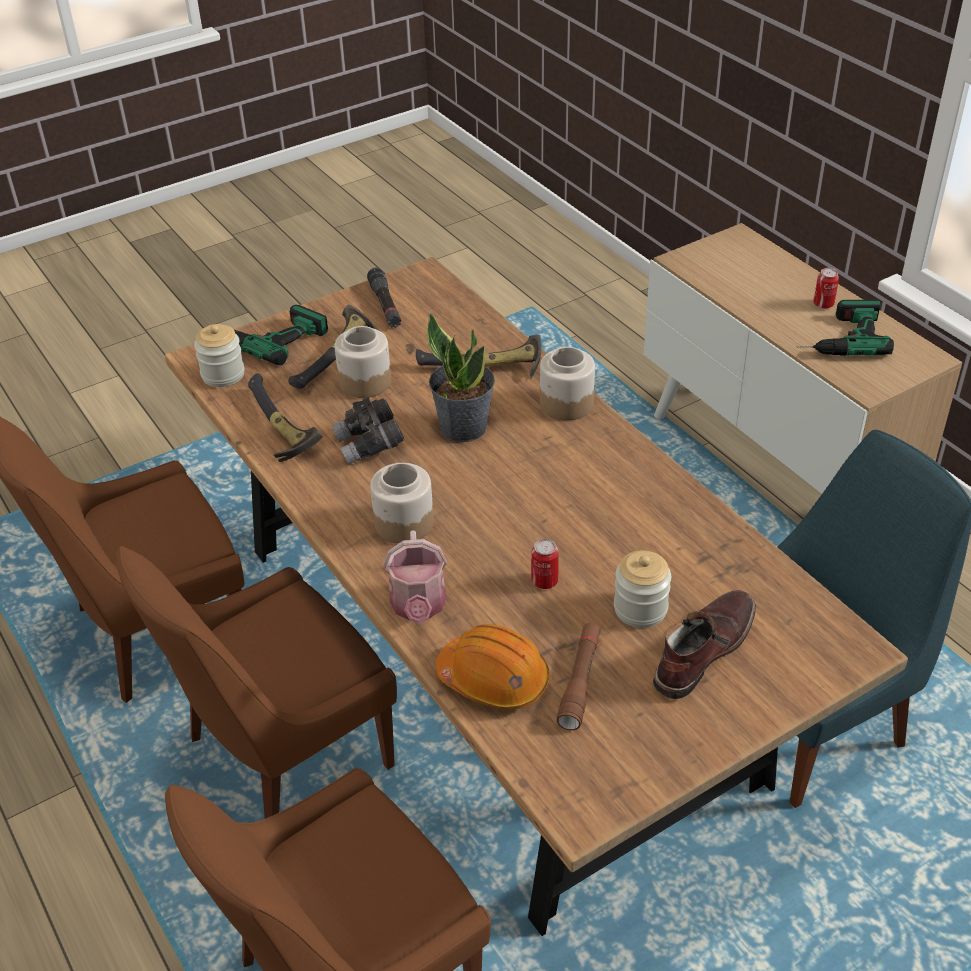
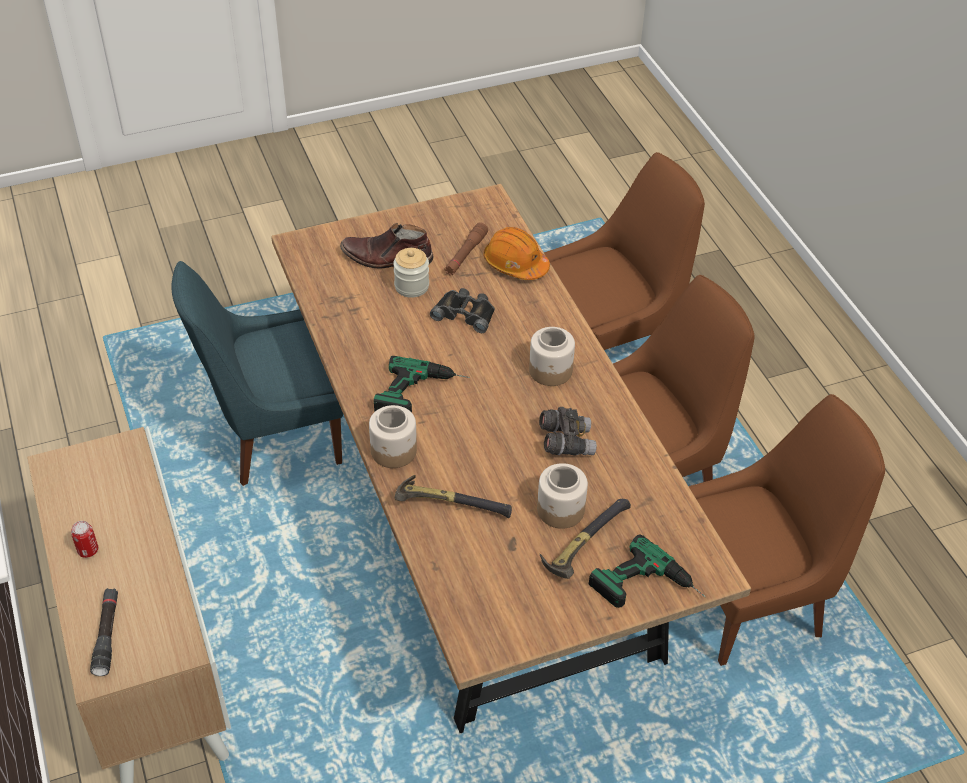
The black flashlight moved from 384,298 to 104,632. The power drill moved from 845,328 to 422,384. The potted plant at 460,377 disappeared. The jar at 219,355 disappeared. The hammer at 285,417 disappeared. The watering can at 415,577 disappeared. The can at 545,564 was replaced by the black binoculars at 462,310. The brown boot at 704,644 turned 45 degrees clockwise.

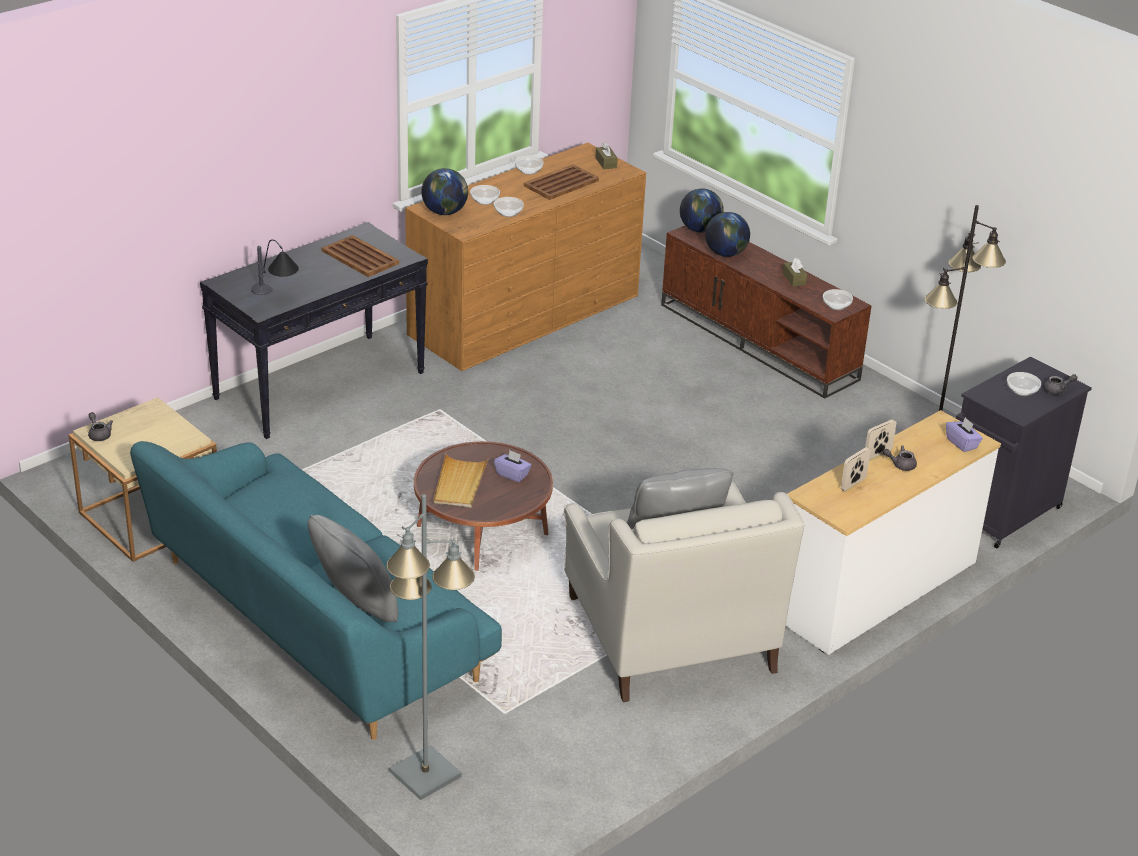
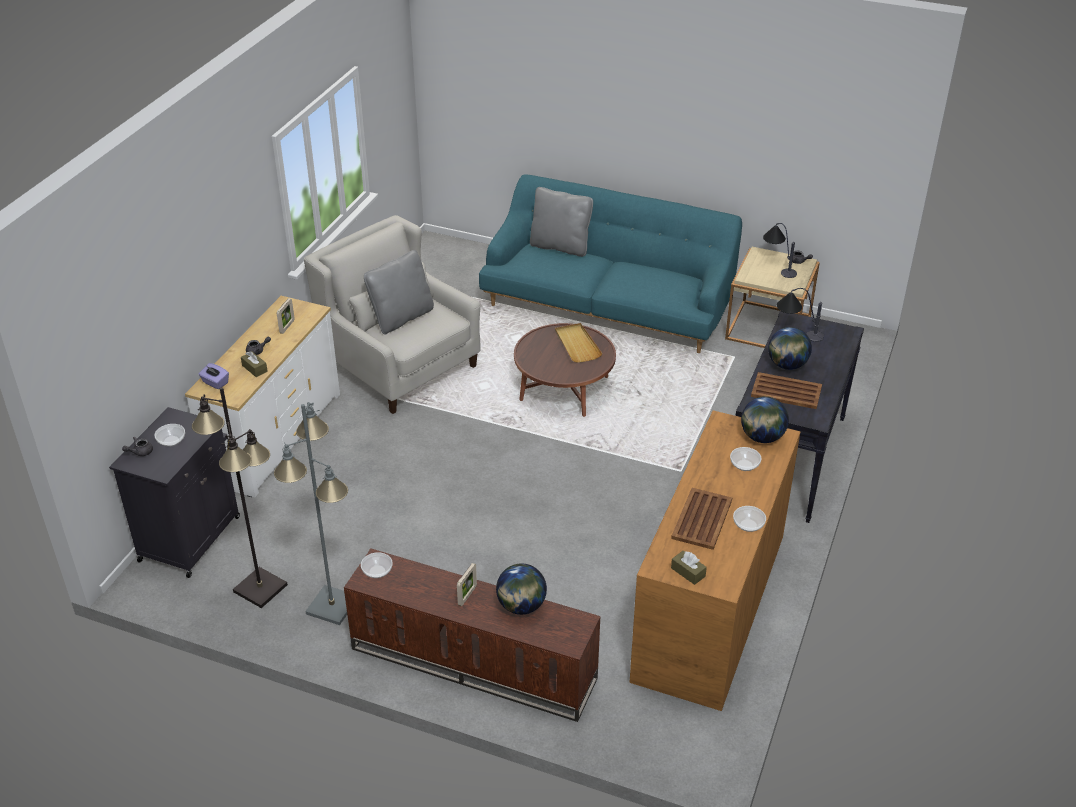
The globe moved from 702,210 to 790,348. The bowl at 509,207 disappeared. The brown tissue box moved from 795,272 to 254,364. The picture frame moved from 881,439 to 467,584. The purple tissue box at 513,466 disappeared. The grey floor lamp moved from 430,647 to 311,513. The table lamp at 780,250 appeared.

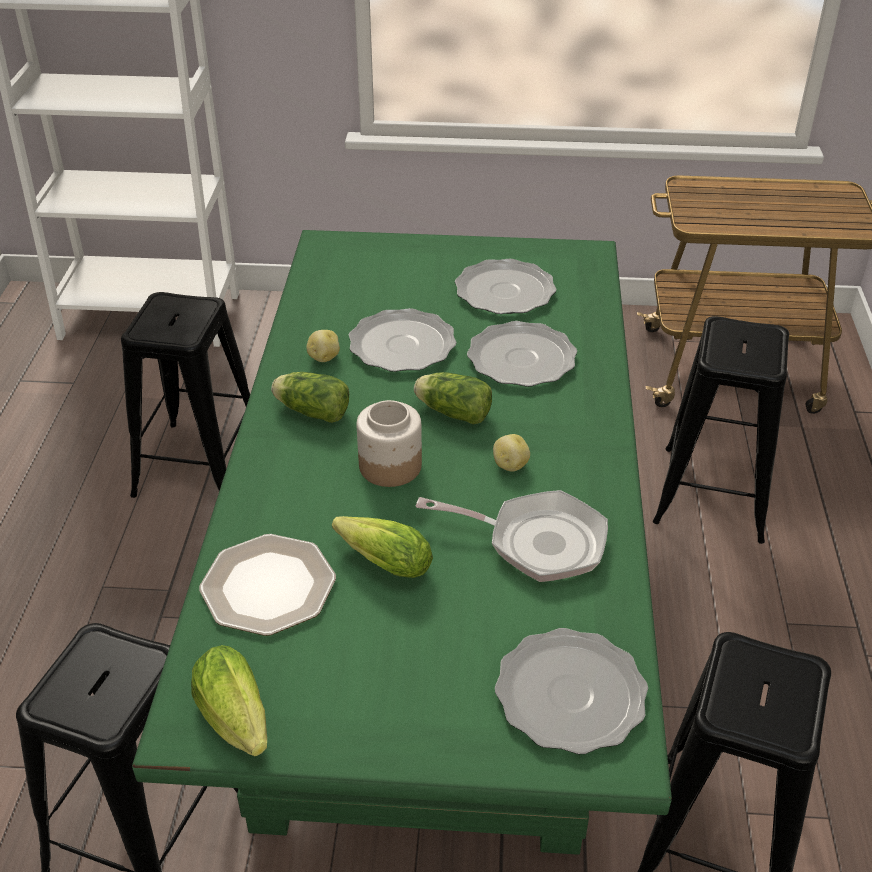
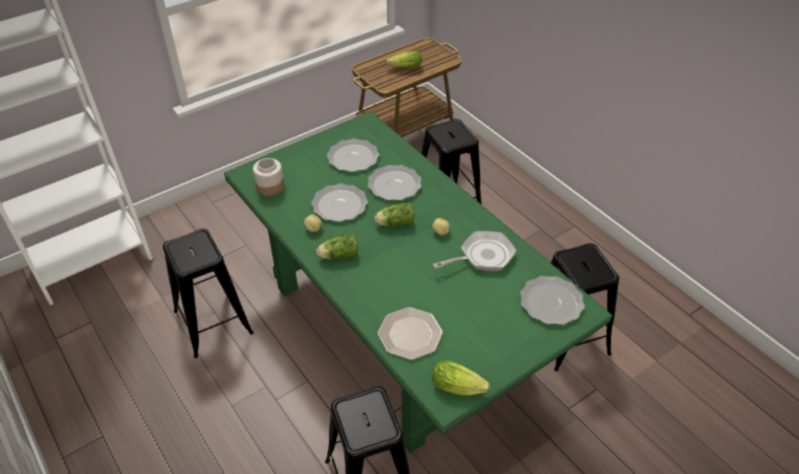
The jar moved from 389,443 to 268,177. The lettuce moved from 382,547 to 404,59.

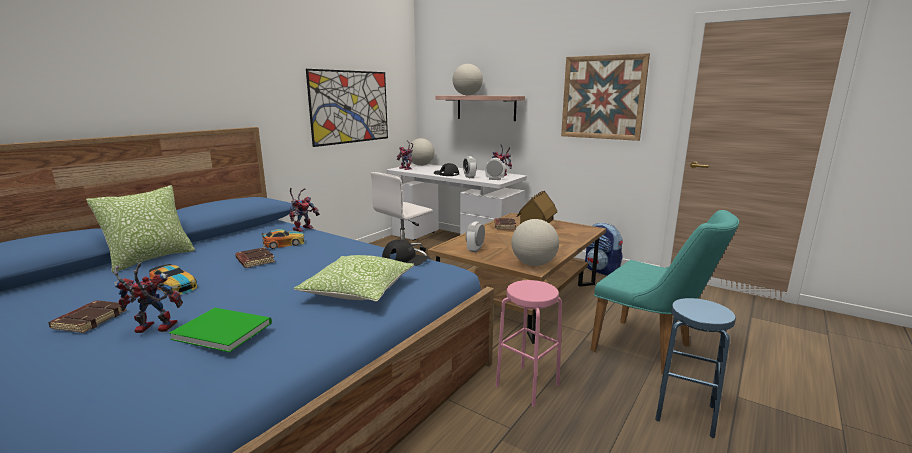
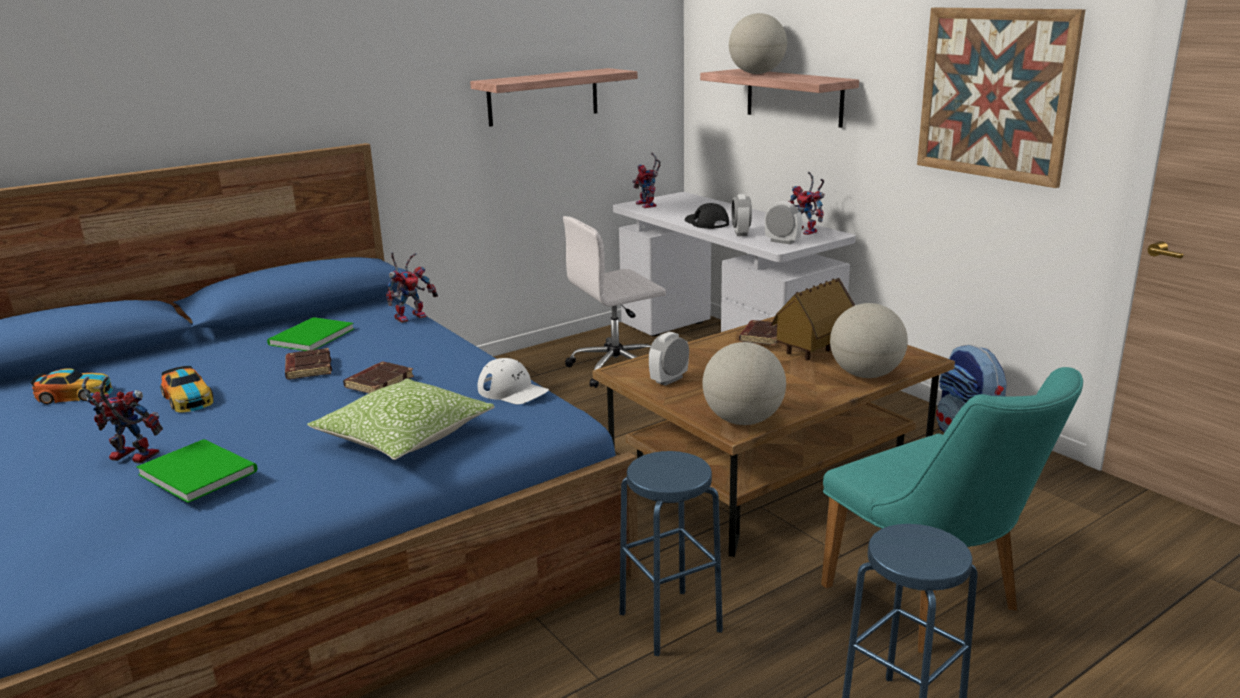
The picture at 347,108 was replaced by the shelf at 554,97. The globe moved from 421,152 to 869,340. The pillow at 140,229 disappeared. The toy car moved from 283,239 to 72,386. The black cap at 405,252 became the white cap at 513,381. The pink stool at 529,343 became the blue stool at 671,553. The brown book moved from 88,317 to 378,378. The green book at 310,334 appeared.

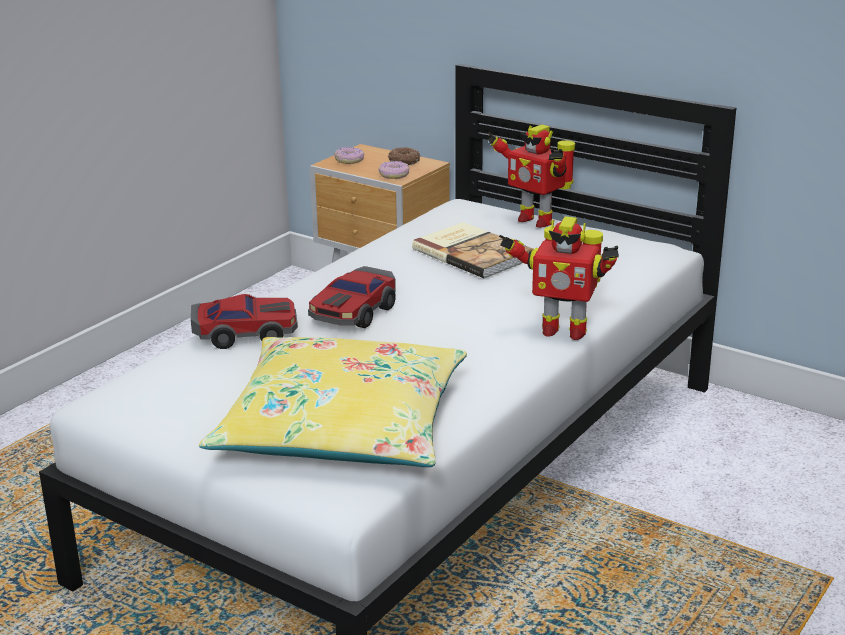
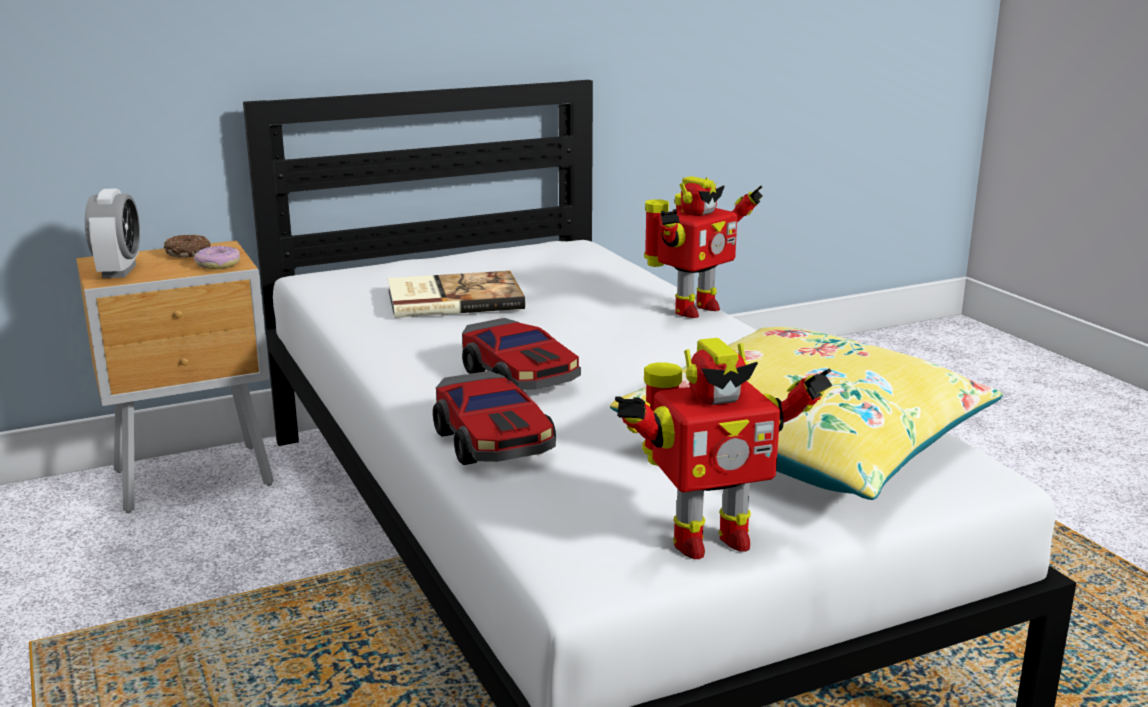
The toy robot moved from 531,176 to 724,448. The donut at 349,155 was replaced by the alarm clock at 112,233. The toy car at 244,321 turned 135 degrees clockwise.

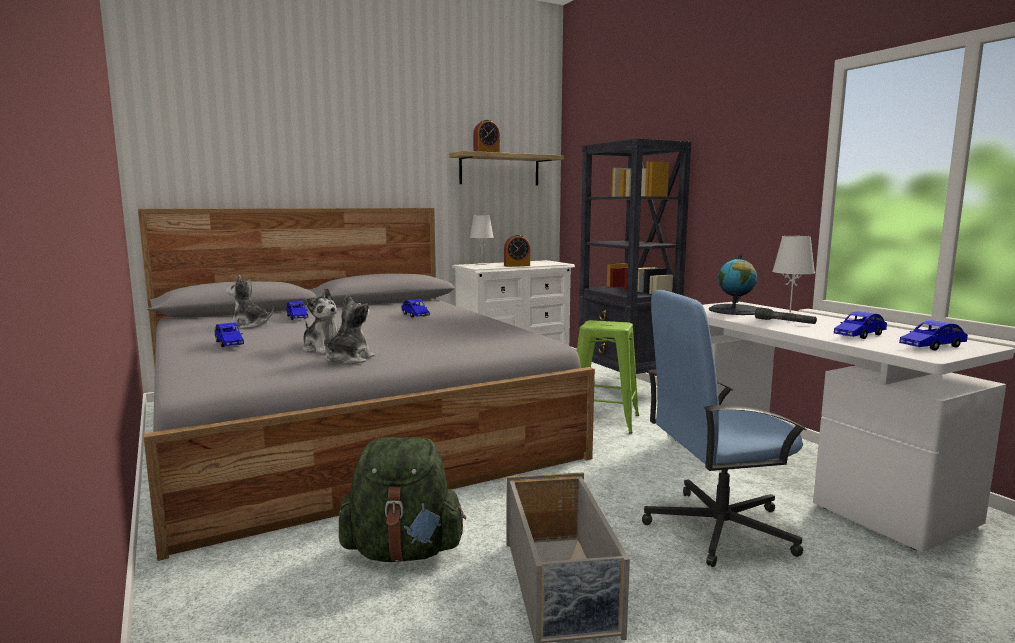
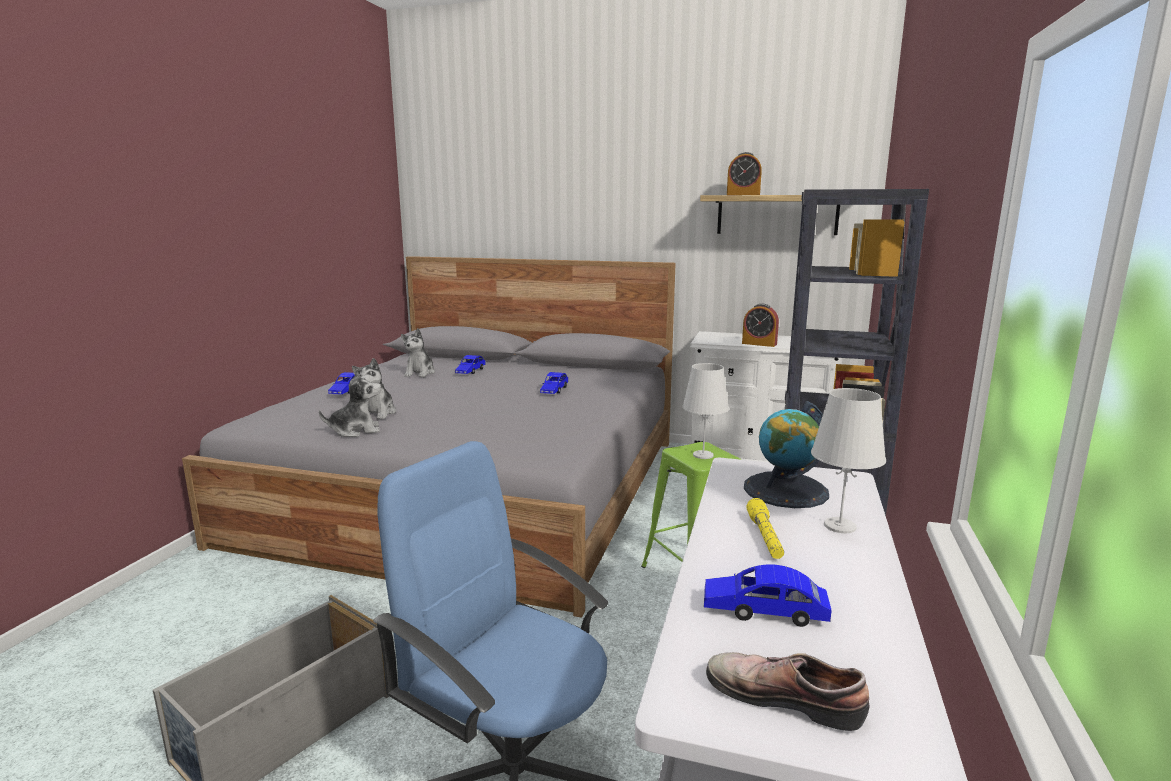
The white table lamp moved from 482,240 to 705,411. The plush toy at 250,302 turned 135 degrees counterclockwise. The grey flashlight at 786,315 became the yellow flashlight at 765,528. The blue toy car at 933,335 was replaced by the shoe at 788,691. The green backpack at 402,499 disappeared.

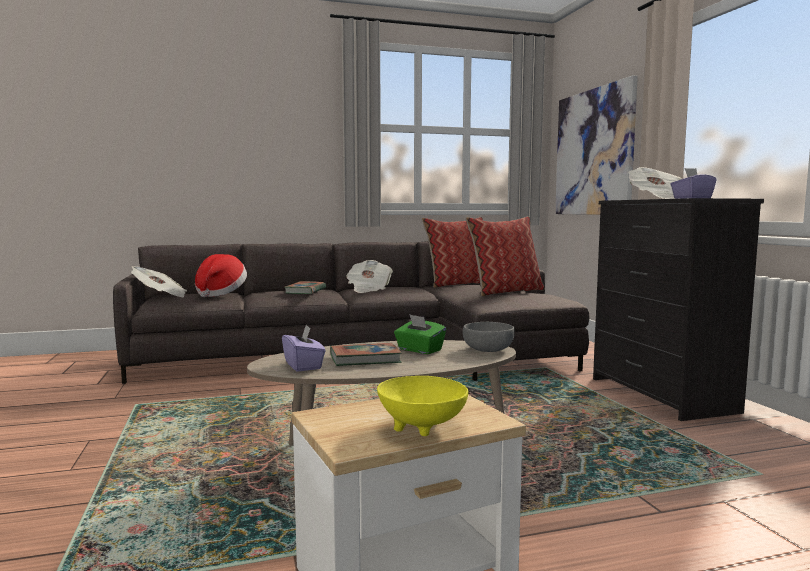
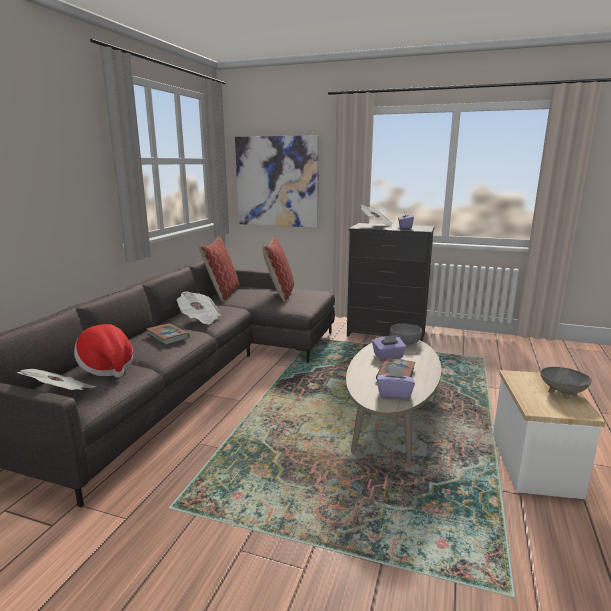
The green tissue box at 420,334 became the purple tissue box at 389,347. The yellow bowl at 423,406 became the grey bowl at 566,383.

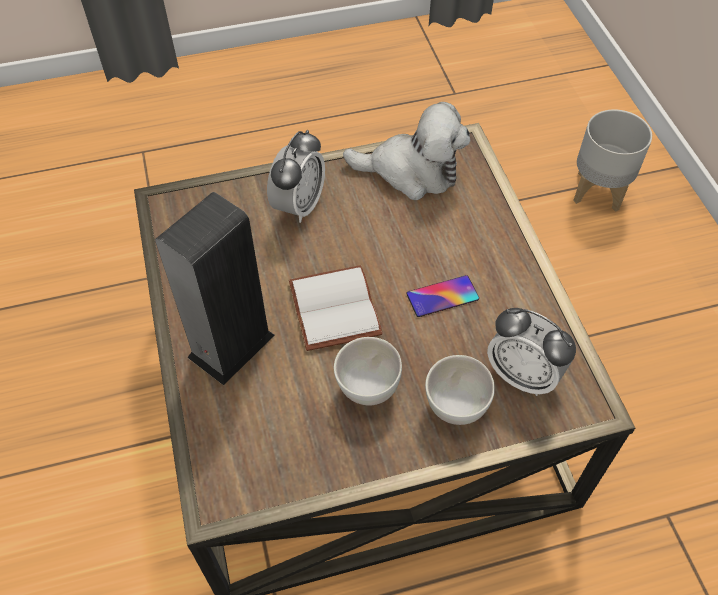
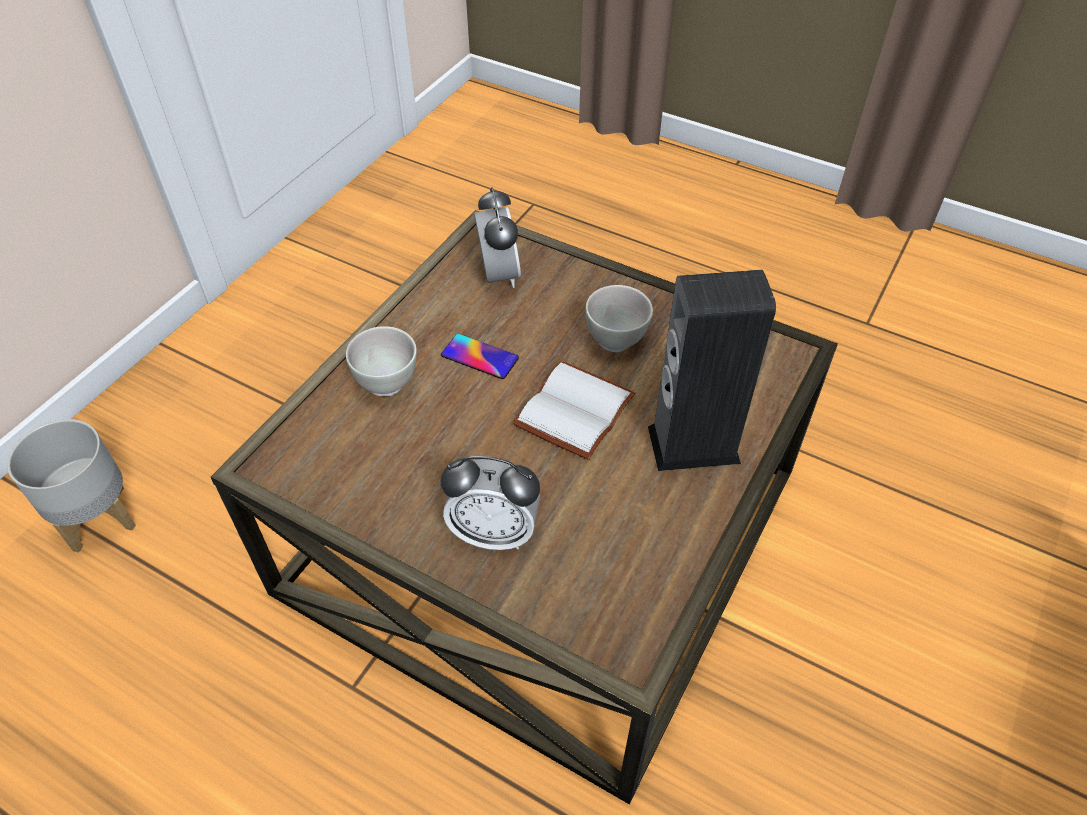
The plush toy at 406,151 disappeared. The alarm clock at 296,176 turned 150 degrees counterclockwise. The white bowl moved from 460,390 to 381,361.

